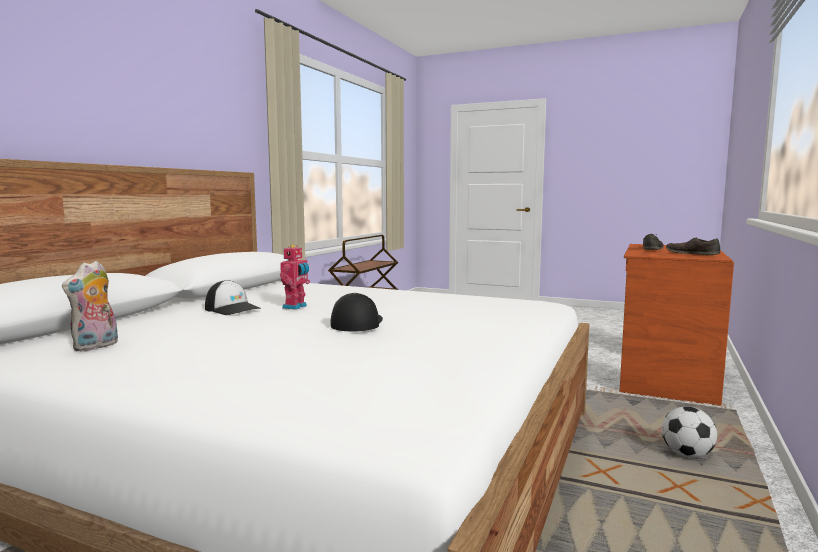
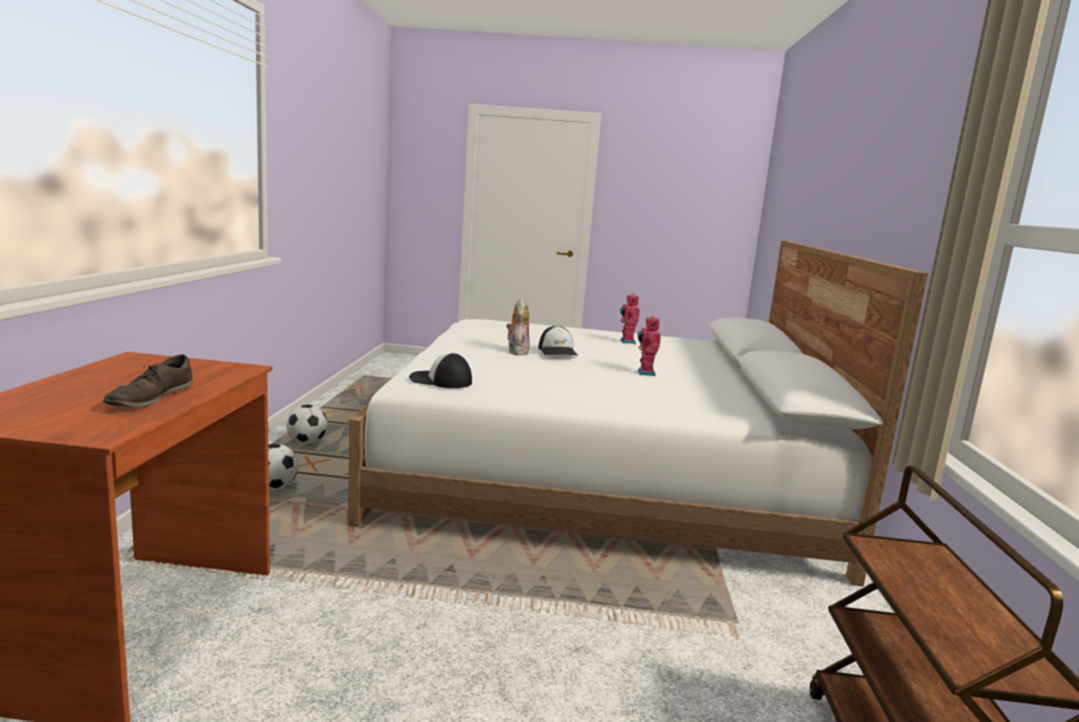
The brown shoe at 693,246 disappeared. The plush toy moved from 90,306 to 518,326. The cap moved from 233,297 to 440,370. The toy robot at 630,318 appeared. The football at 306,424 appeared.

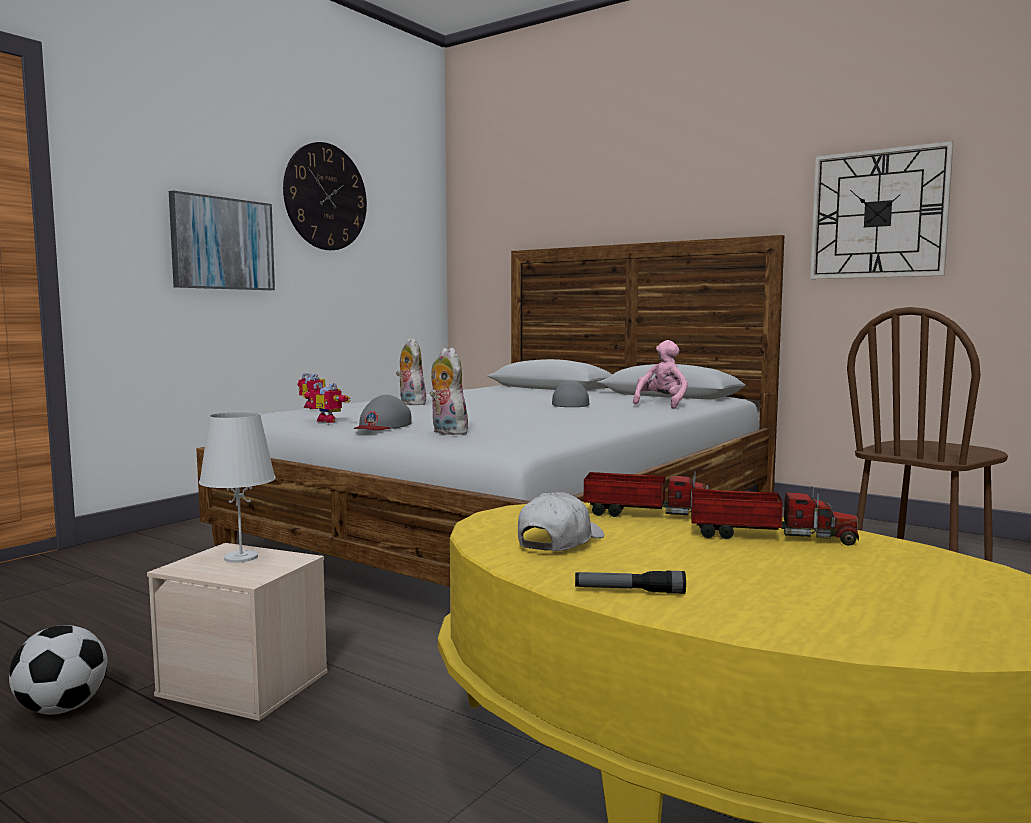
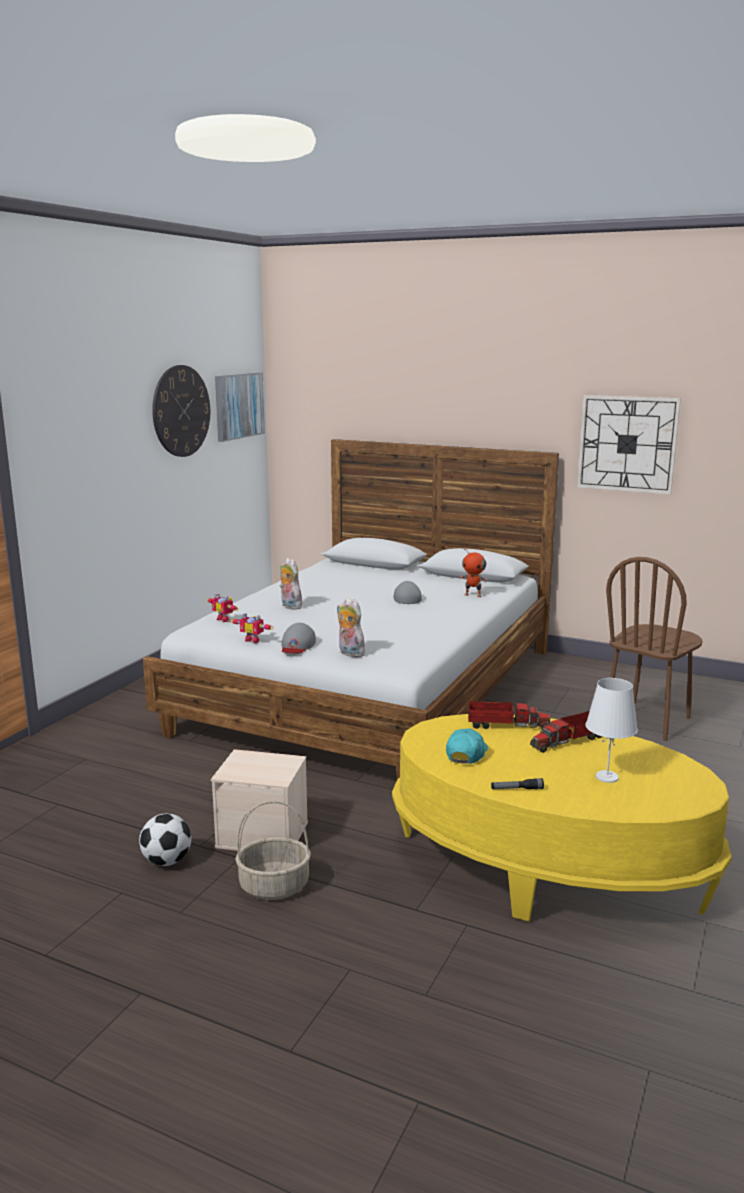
The picture moved from 222,240 to 240,407. The pink plush toy at 660,374 was replaced by the toy robot at 474,572. The white table lamp moved from 237,487 to 611,730. The toy truck at 775,515 turned 150 degrees clockwise. The white cap at 561,521 became the turquoise cap at 467,746. The basket at 273,850 appeared.

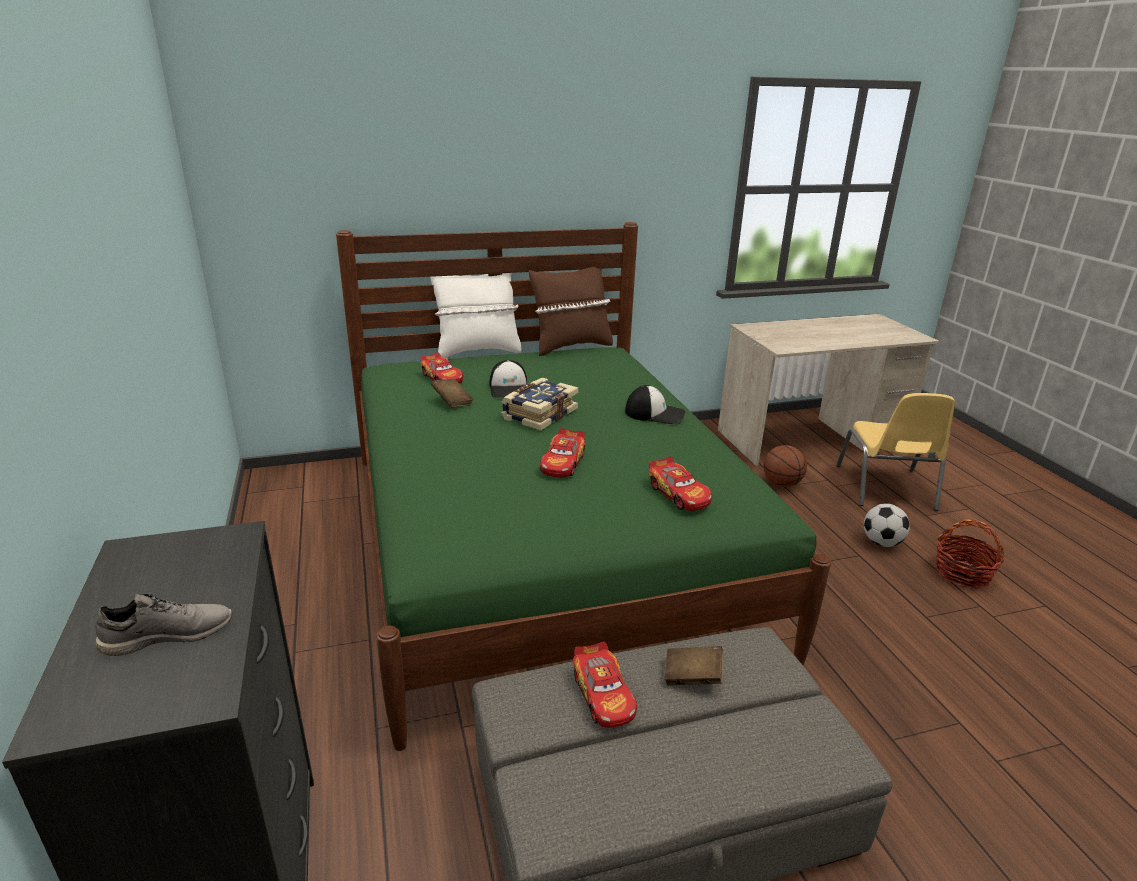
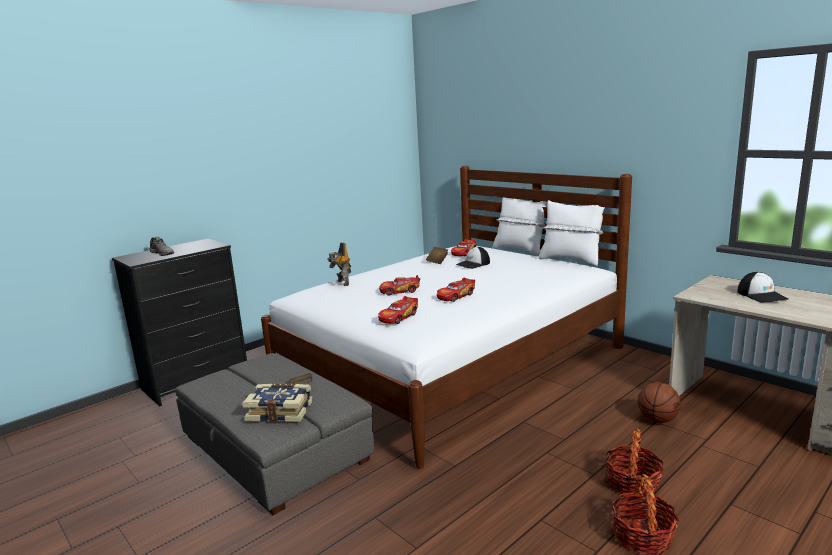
The green bed at 583,486 became the white bed at 446,317. The brown pillow at 571,311 became the white pillow at 571,233. The book moved from 540,404 to 277,403. The cap moved from 655,404 to 763,287. The yellow chair at 895,452 disappeared. The football at 887,525 was replaced by the basket at 634,461. The toy car moved from 605,684 to 456,289. The toy robot at 339,264 appeared.

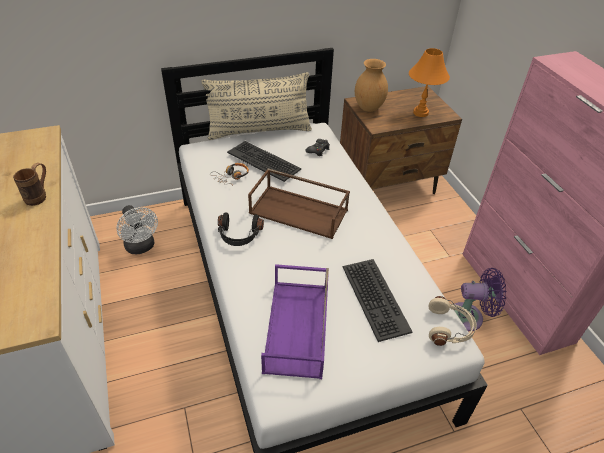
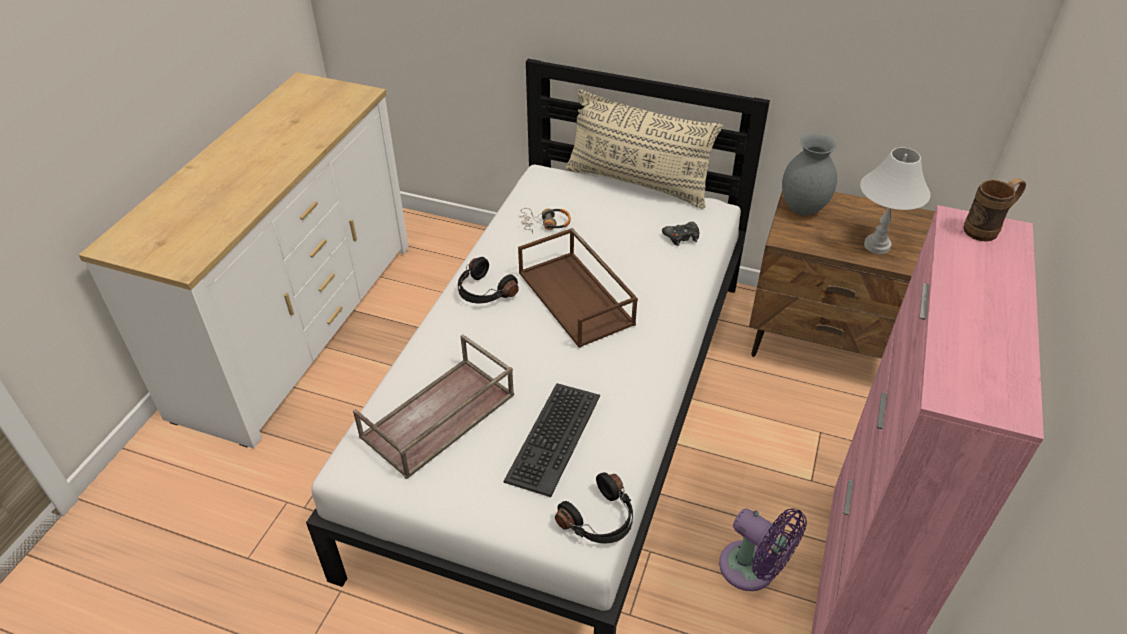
The orange table lamp at 429,82 became the white table lamp at 895,200. The brown vase at 371,85 became the grey vase at 809,174. The keyboard at 264,161 disappeared. The brown mug moved from 29,184 to 994,209. The white fan at 137,229 disappeared. The purple tray at 295,321 became the brown tray at 433,406. The beige headphones at 452,321 became the black headphones at 594,508.

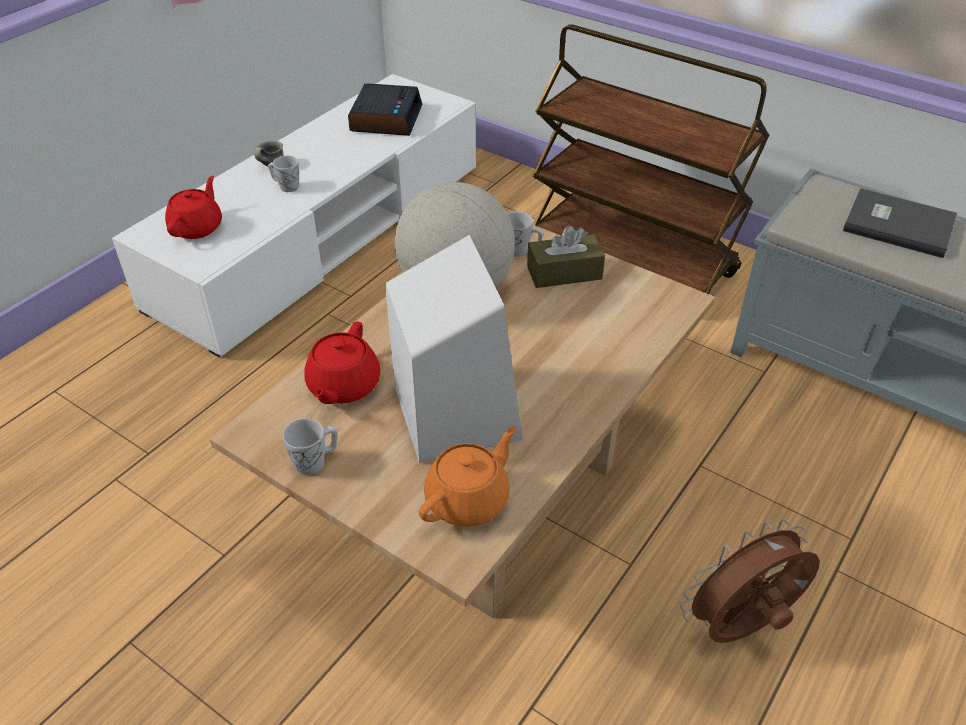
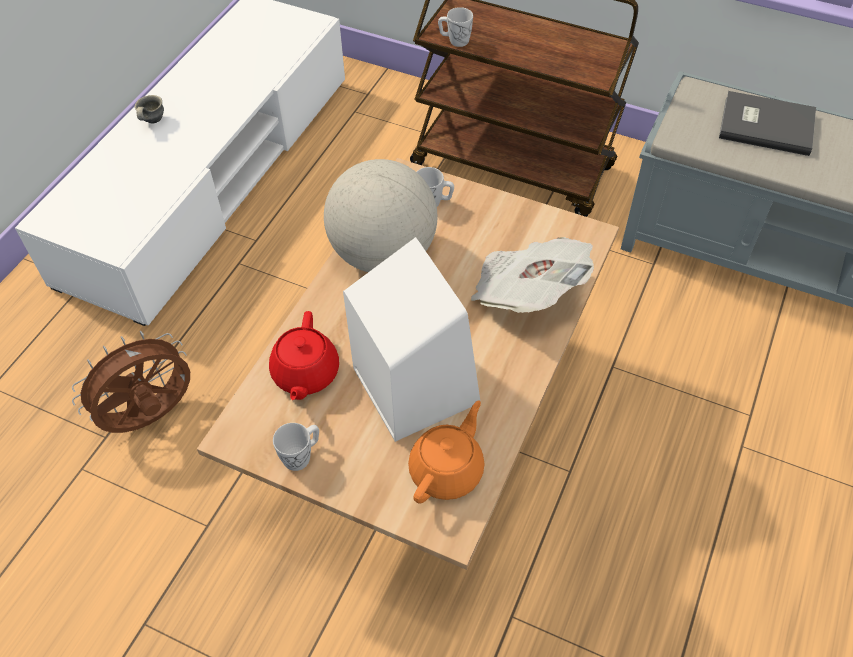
The alarm clock at 385,109 disappeared. The white mug moved from 283,173 to 455,27. The red teapot at 193,207 disappeared. The brown tissue box at 566,257 disappeared. The brown fan moved from 750,580 to 131,382. The newspaper at 532,275 appeared.

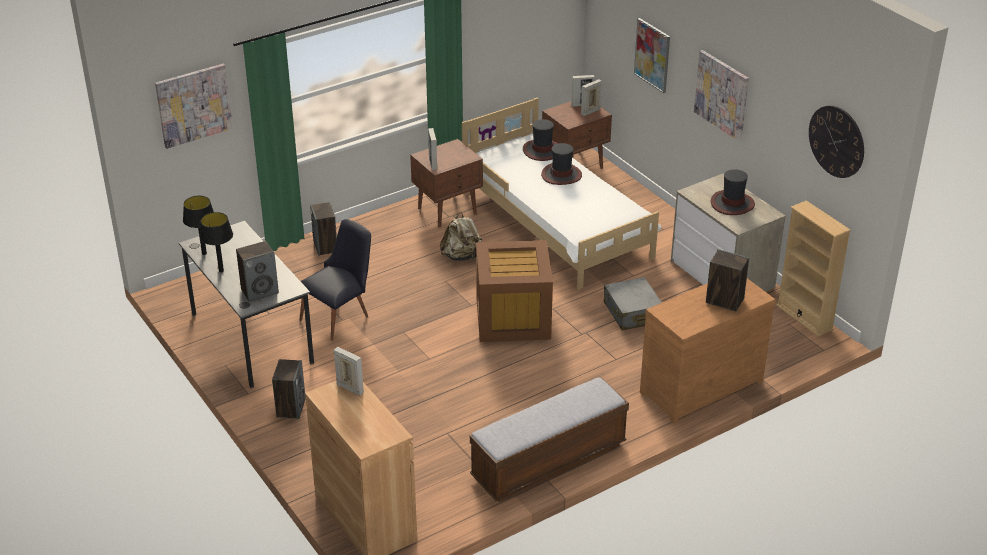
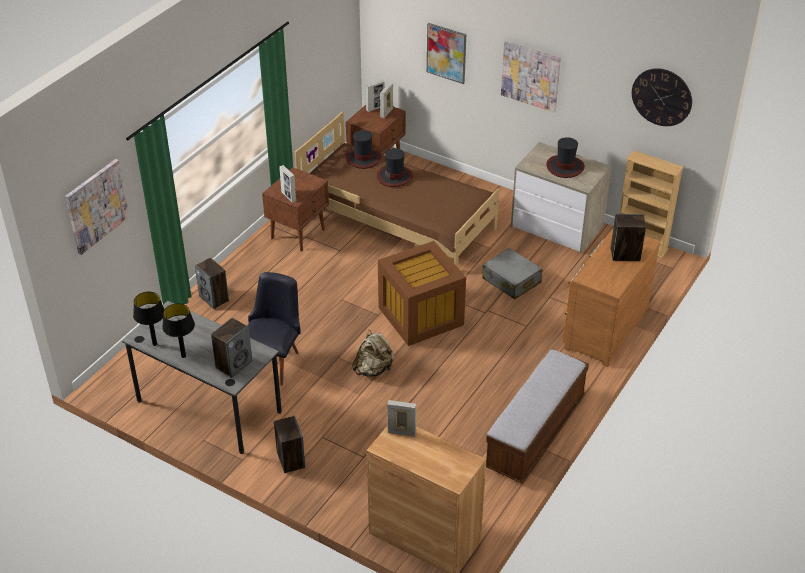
The white bed at 561,193 became the brown bed at 396,189. The beige backpack moved from 461,236 to 373,353.

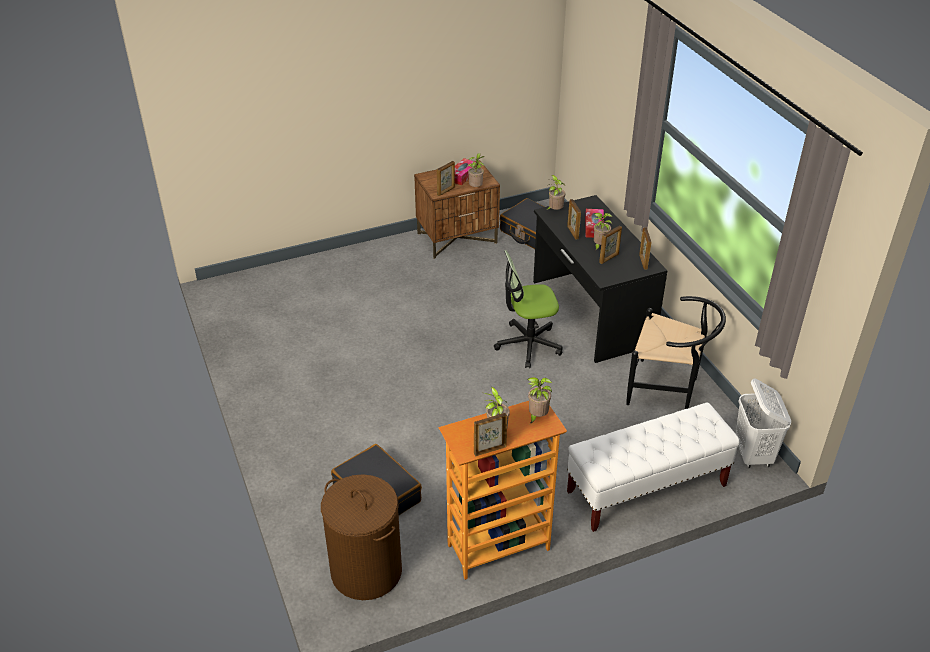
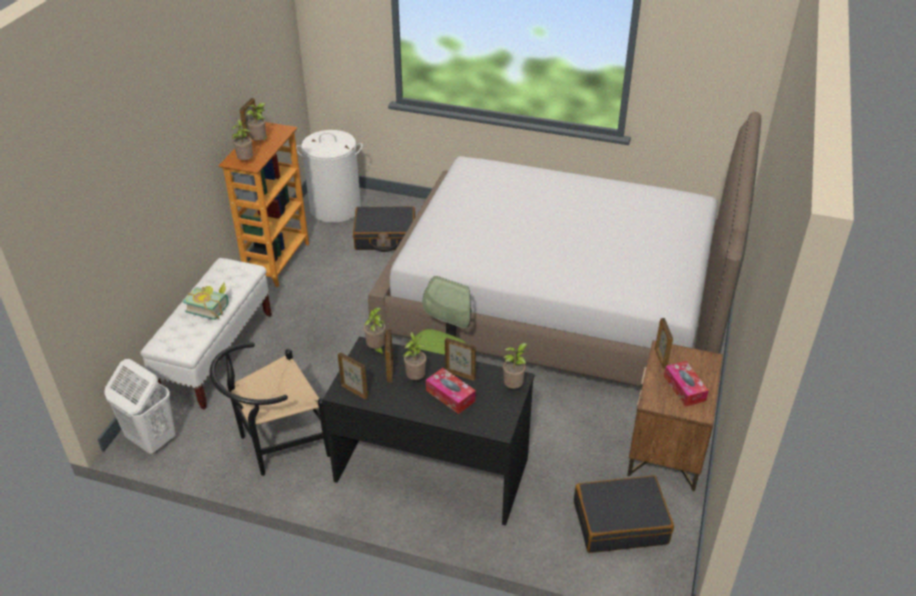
The potted plant moved from 476,170 to 375,332. The brown laundry basket at 361,537 became the white laundry basket at 329,176. The bed at 564,249 appeared. The book at 205,301 appeared.

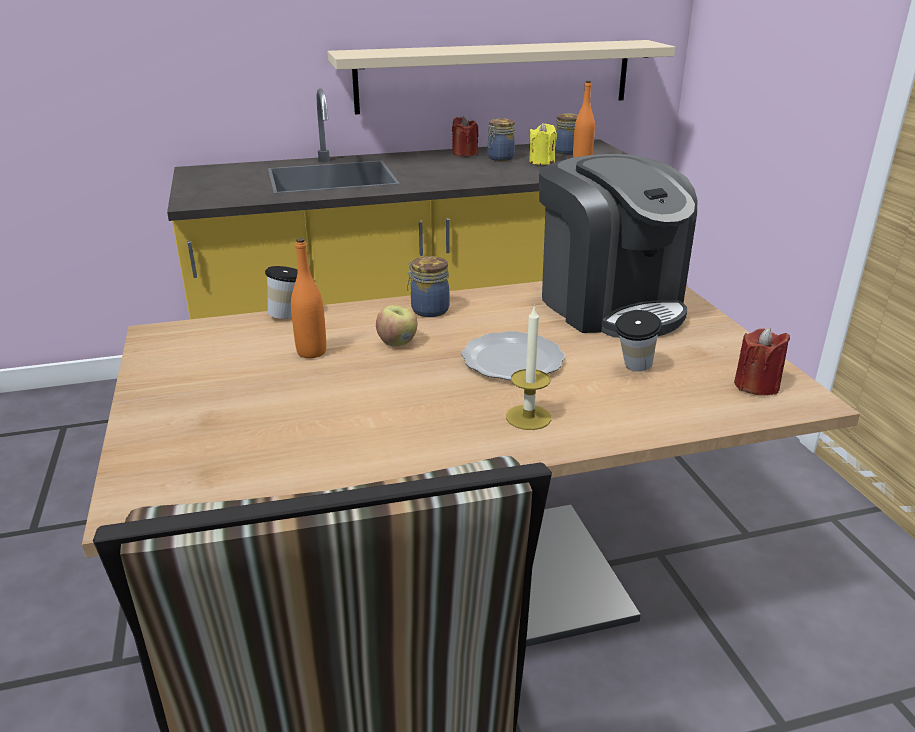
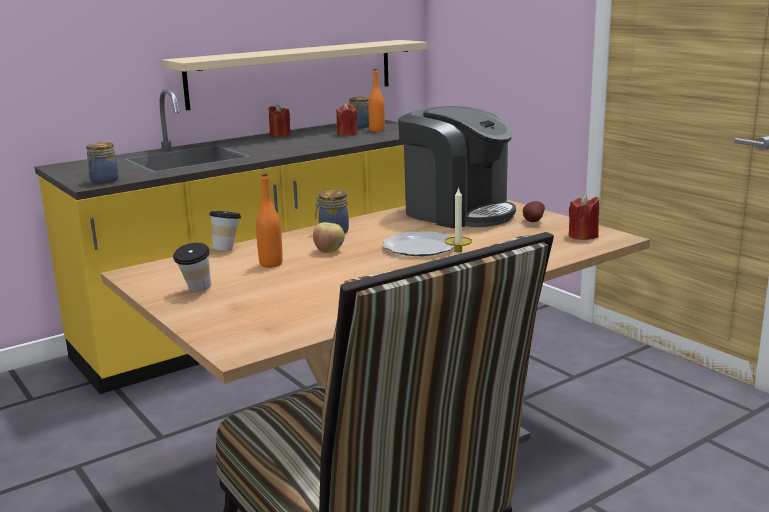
The jar moved from 501,139 to 102,163. The yellow candle at 543,144 became the red candle at 347,119. The cup moved from 638,341 to 192,268. The potato at 533,211 appeared.

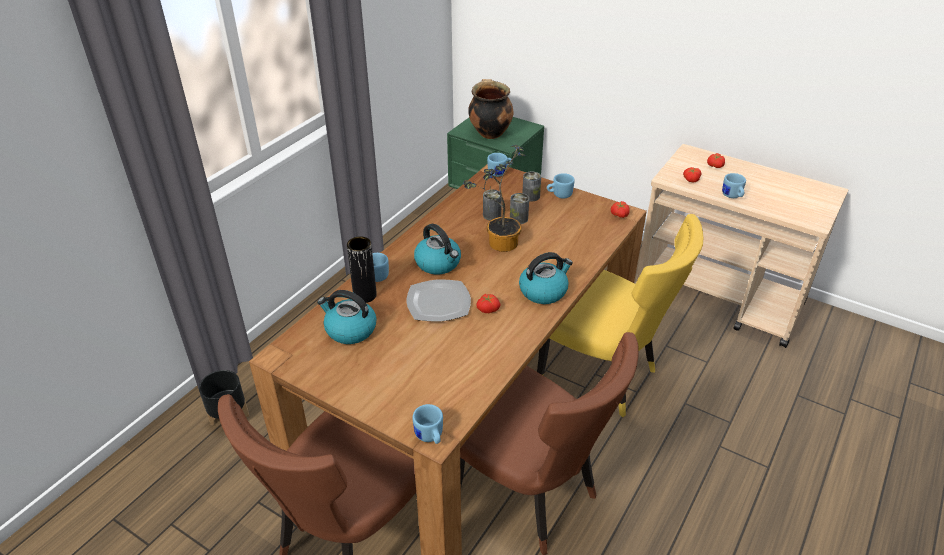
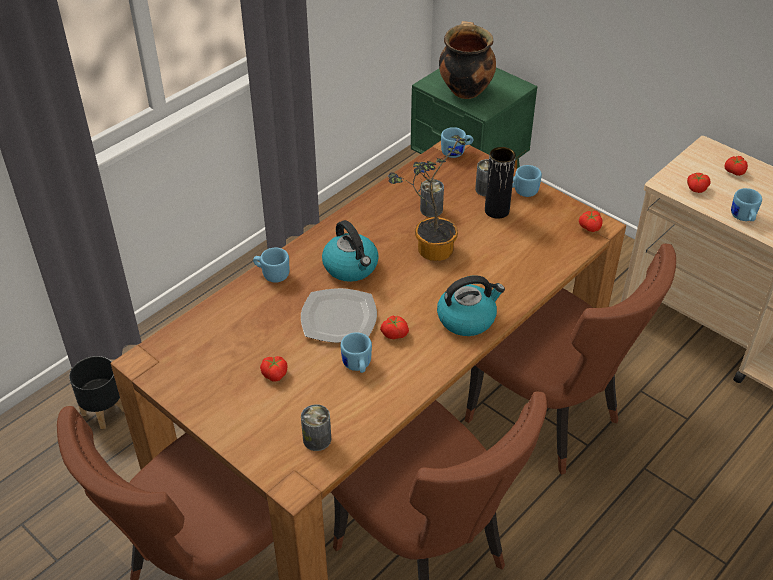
The can moved from 519,208 to 316,427. The yellow chair at 620,315 became the brown chair at 570,359. The black vase moved from 362,269 to 500,183. The kettle at 347,317 disappeared. The blue mug moved from 428,424 to 356,352. The tomato at 273,369 appeared.

